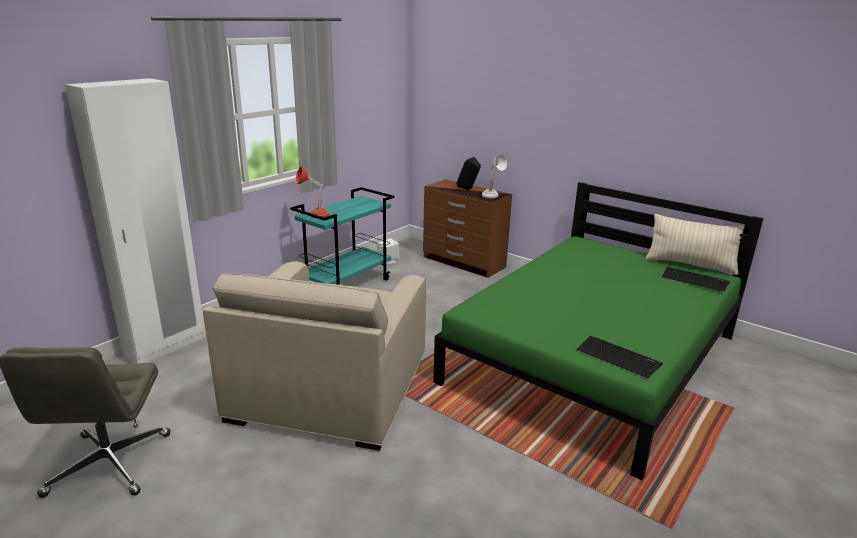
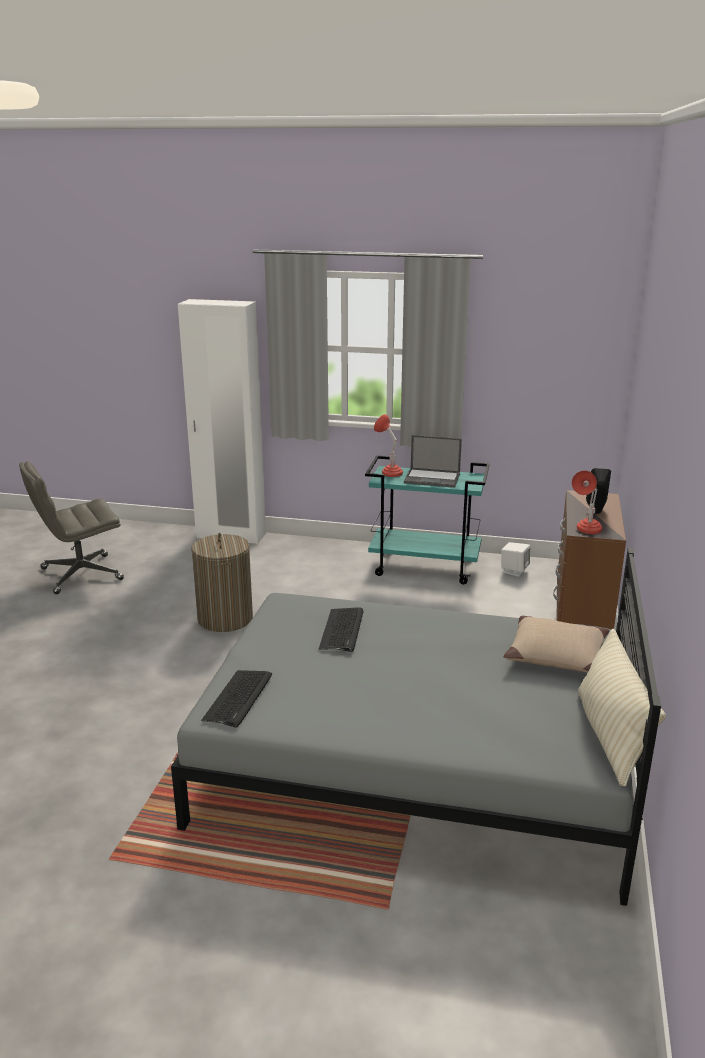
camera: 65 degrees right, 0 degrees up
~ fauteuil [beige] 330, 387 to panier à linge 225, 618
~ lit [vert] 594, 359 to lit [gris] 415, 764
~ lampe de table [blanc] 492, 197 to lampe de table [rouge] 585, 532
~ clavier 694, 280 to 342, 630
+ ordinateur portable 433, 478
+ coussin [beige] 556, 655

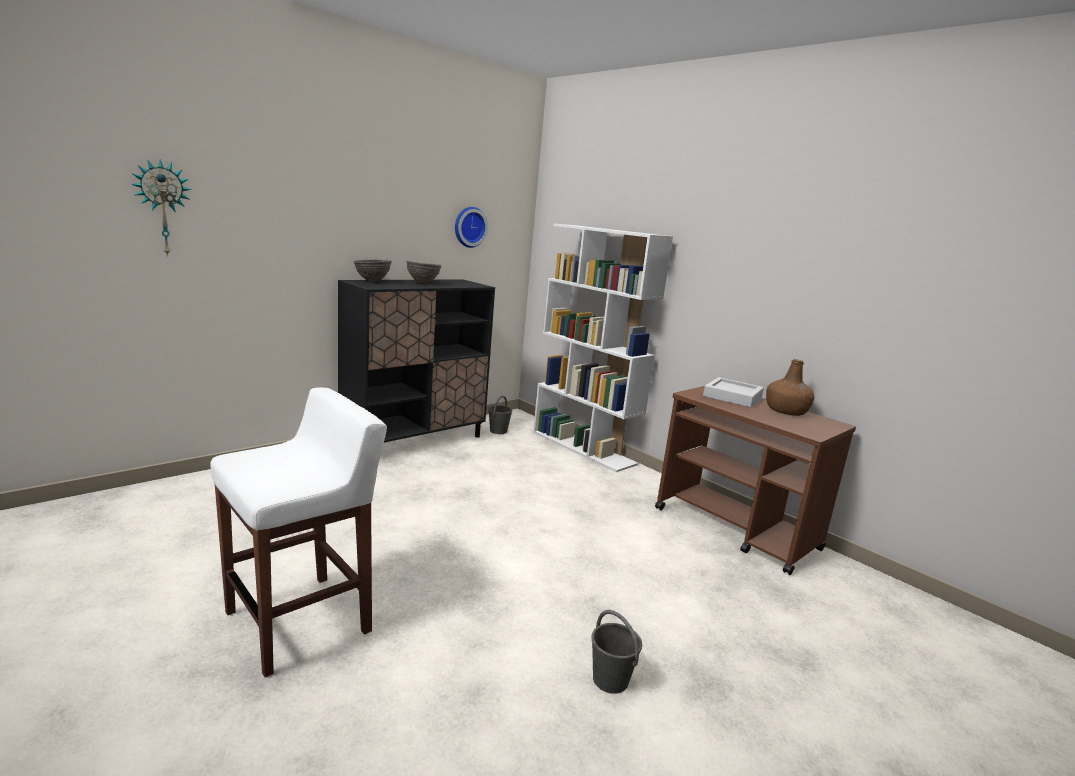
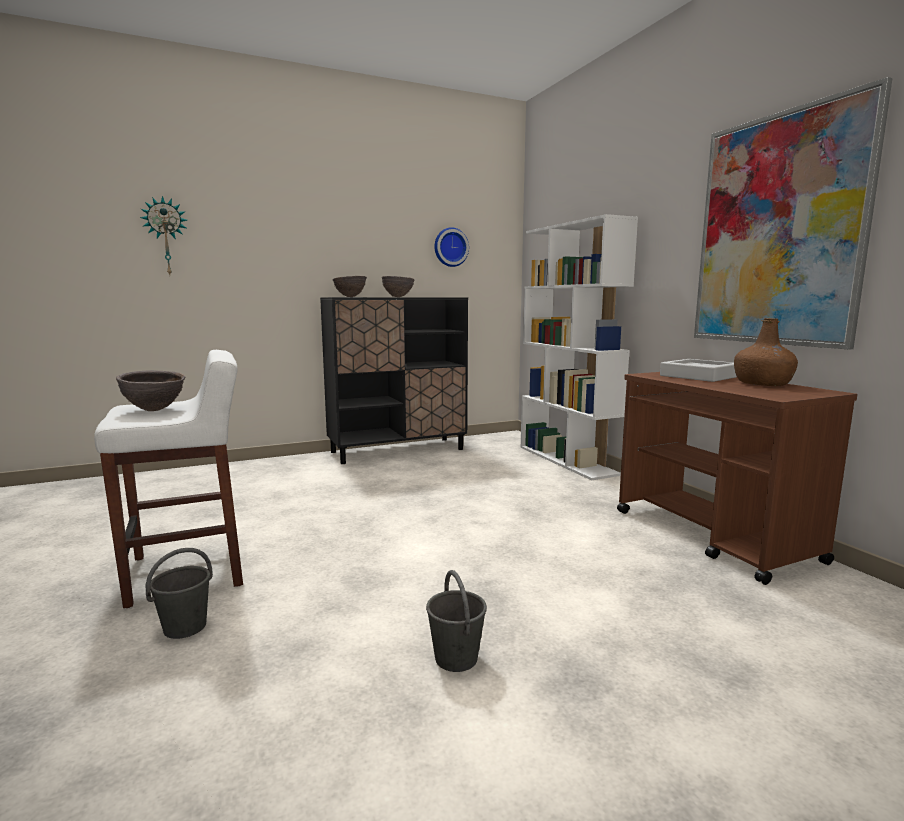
camera: 20 degrees right, 5 degrees down
~ seau [gris] 498, 431 to 184, 627
+ bol [marron] 154, 410
+ tableau 777, 231

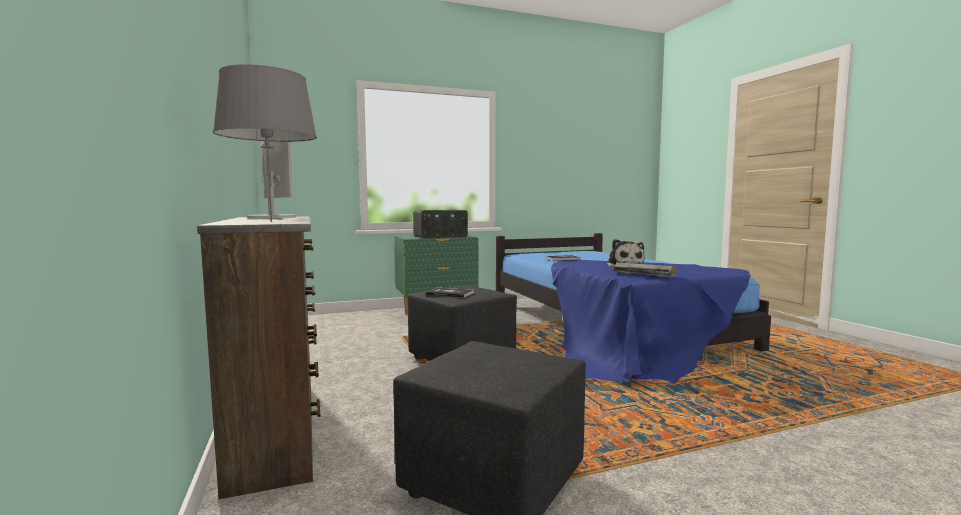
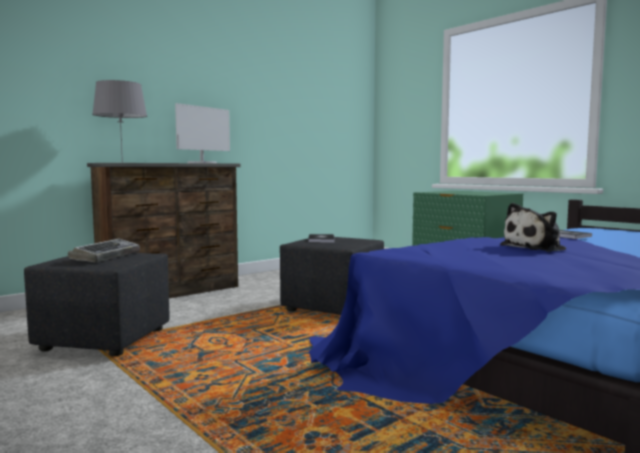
camera: 70 degrees right, 0 degrees up
- radio 440, 236
~ clavier 644, 274 to 106, 256

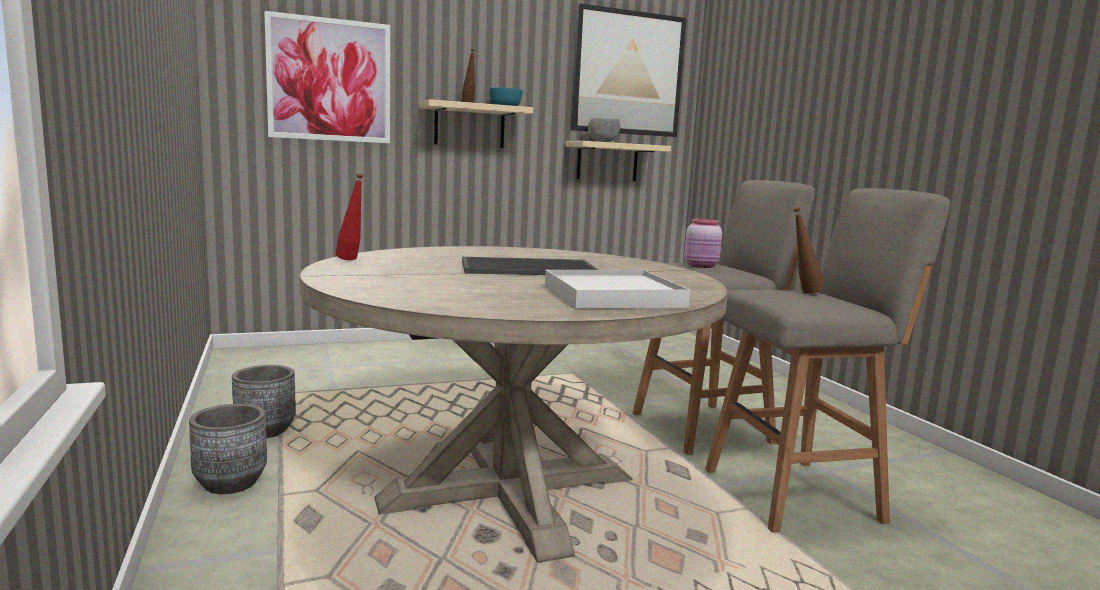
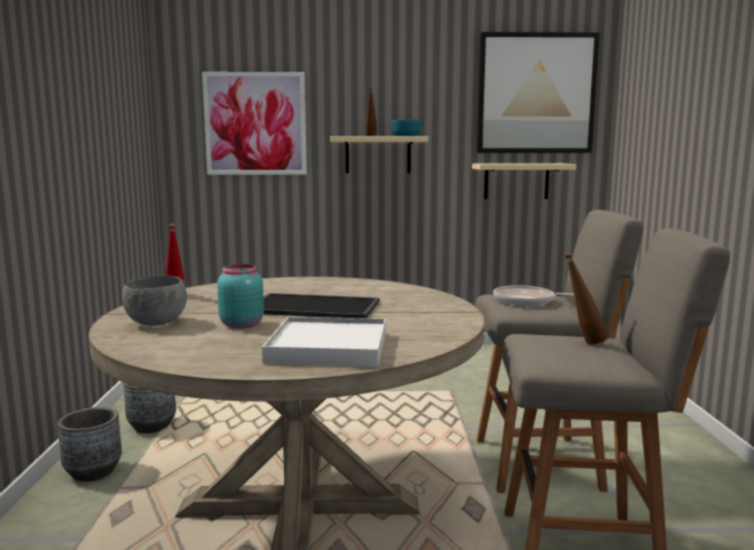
camera: 20 degrees right, 0 degrees up
~ bol [gris] 603, 142 to 157, 323
~ bocal [rose] 702, 266 to poêle 527, 301
+ bocal [turquoise] 242, 324

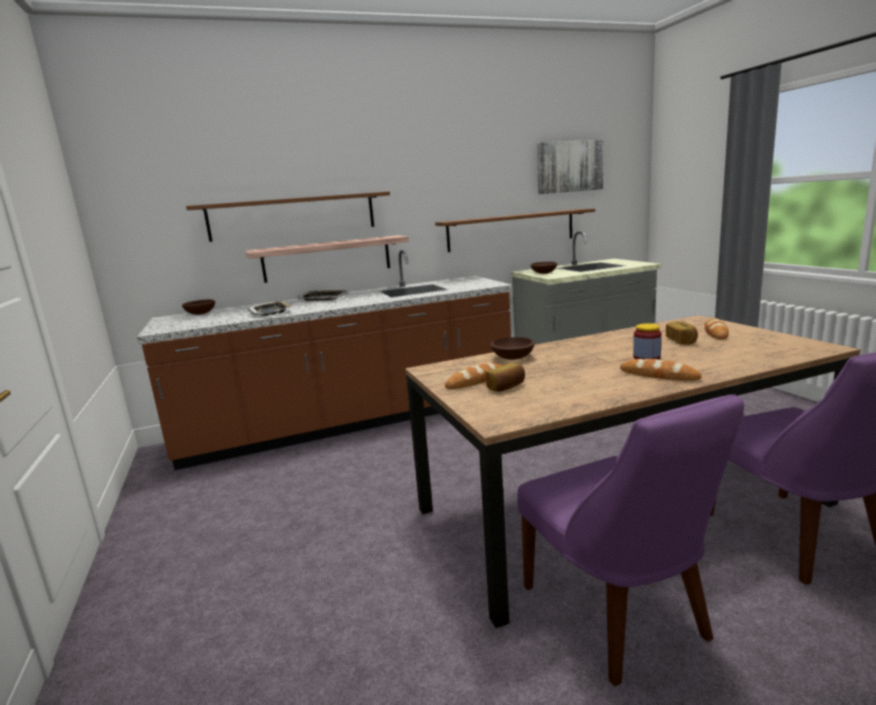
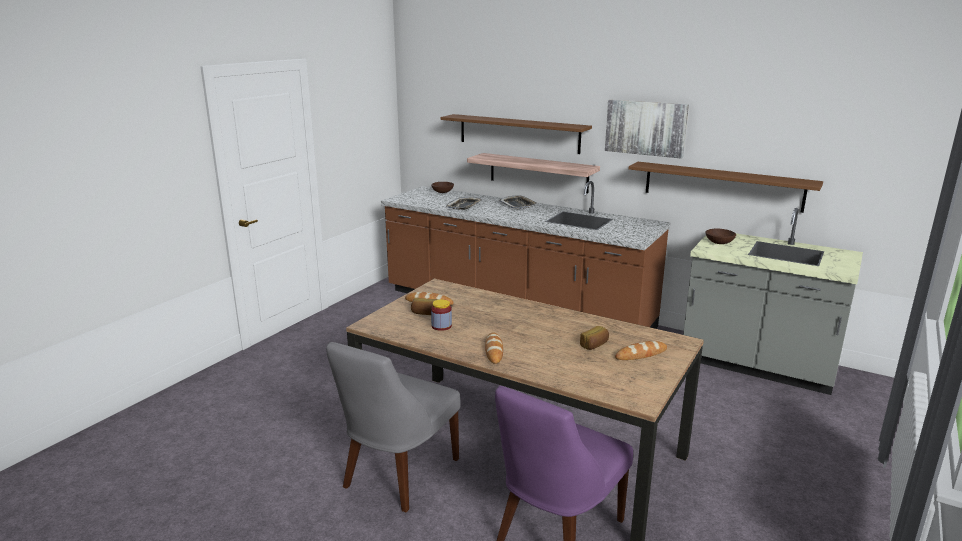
camera: 50 degrees right, 5 degrees up
- bol [marron] 513, 358
~ chaise [violet] 618, 616 to chaise [gris] 397, 475
~ tableau 569, 166 to 645, 128
~ bocal 646, 357 to 441, 326

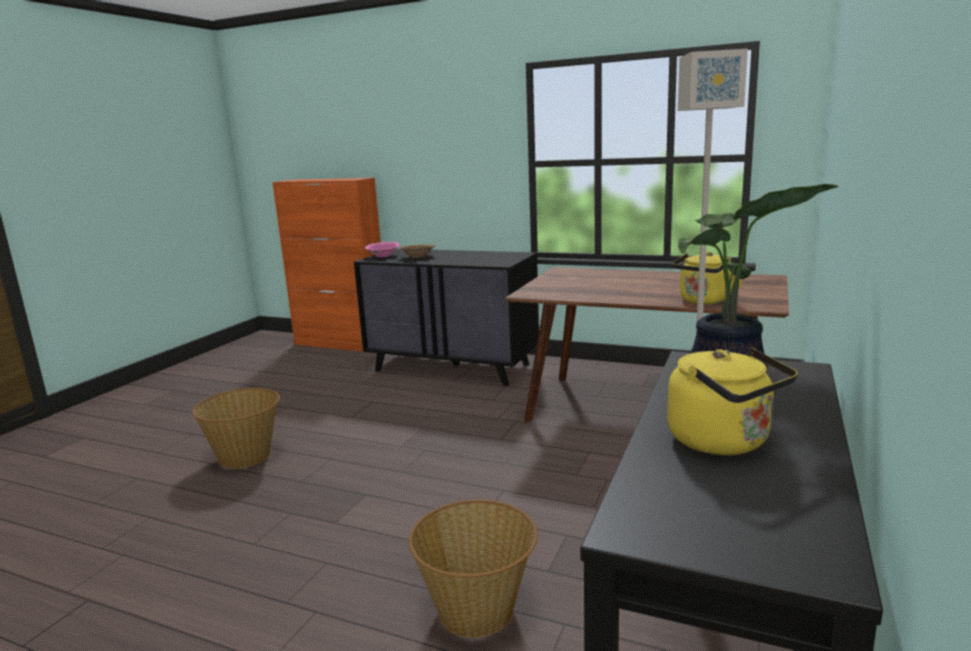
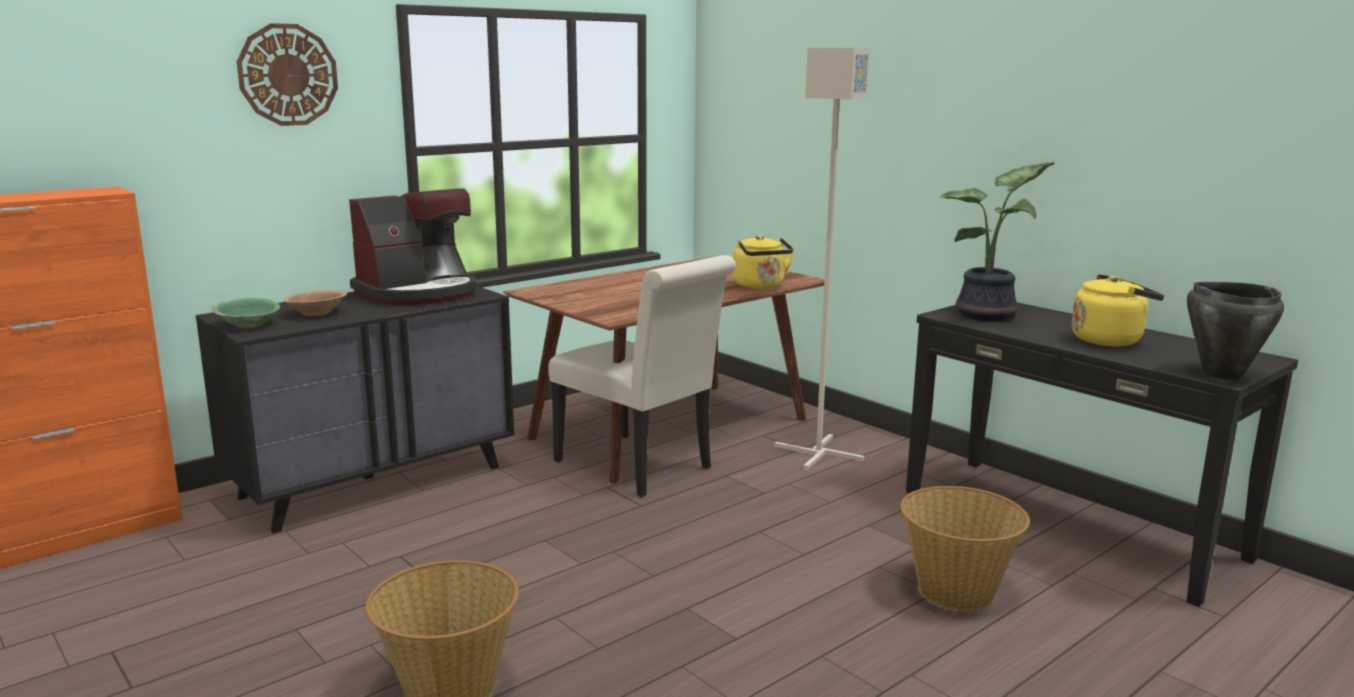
camera: 65 degrees left, 0 degrees up
~ bol [rose] 383, 256 to bol [vert] 248, 325
+ horloge murale 288, 75
+ machine à café 419, 293
+ chaise [blanc] 640, 468
+ marmite [noir] 1221, 375

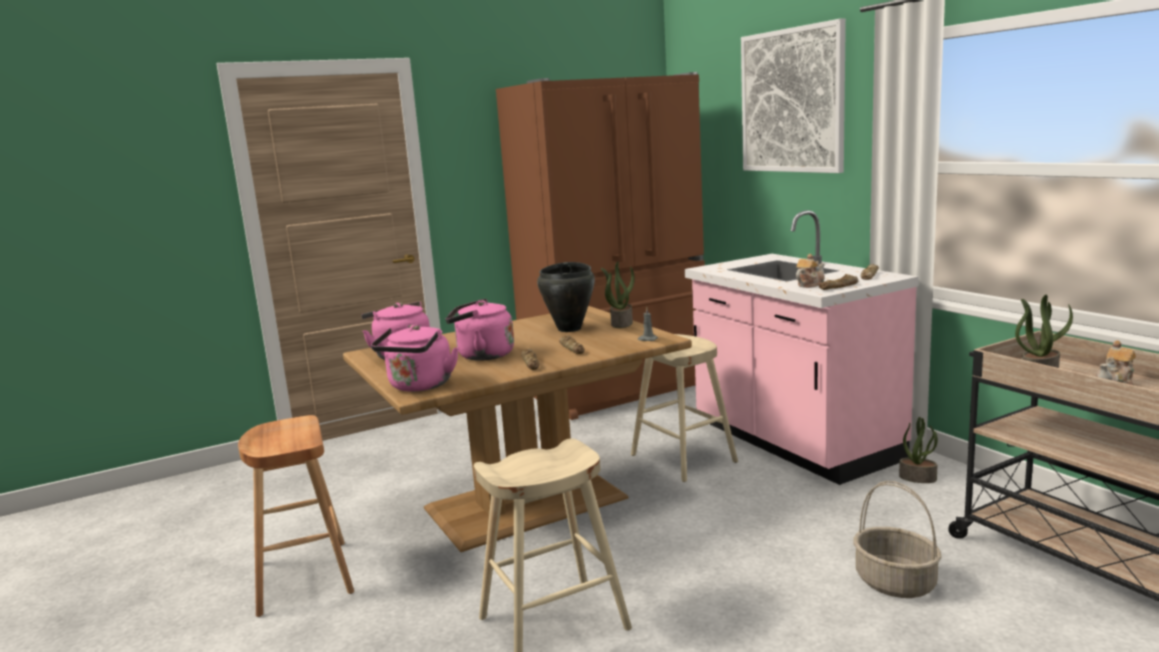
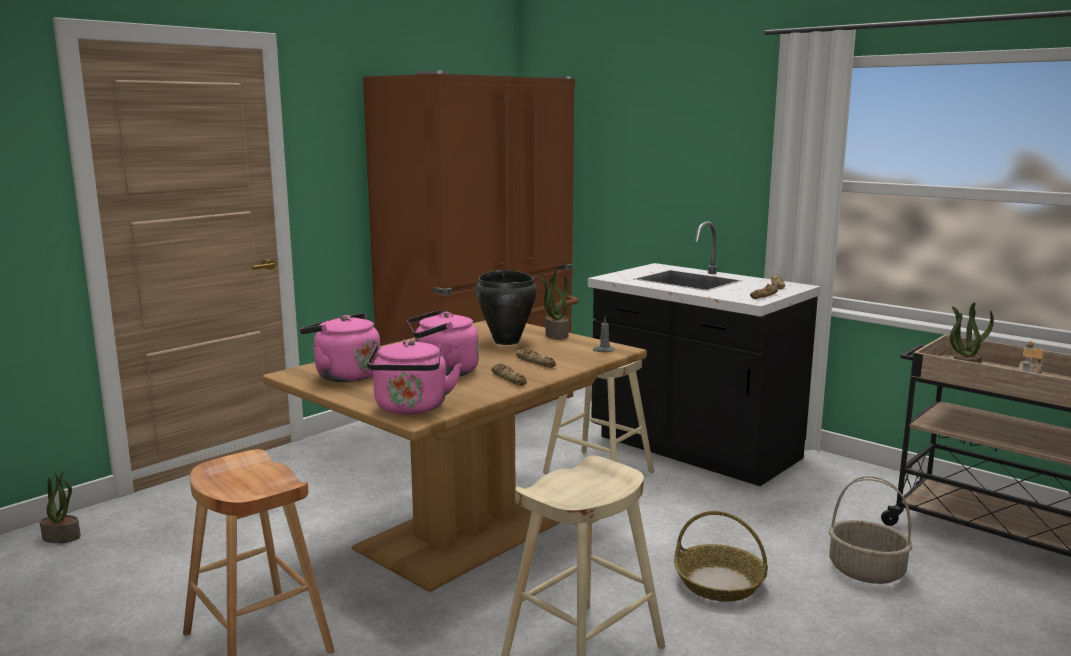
camera: 20 degrees left, 0 degrees up
~ comptoir de cuisine [rose] 793, 443 to comptoir de cuisine [noir] 693, 450
- tableau 792, 101
- théière 809, 284
~ plante en pot 918, 478 to 62, 537
+ panier 718, 583

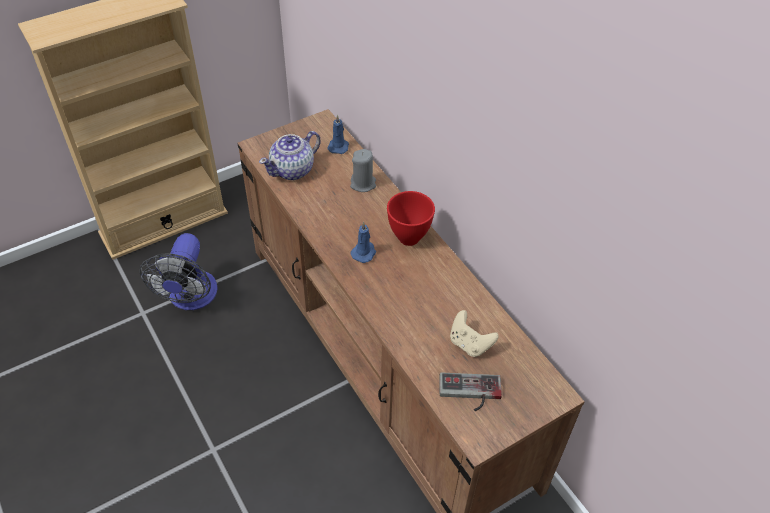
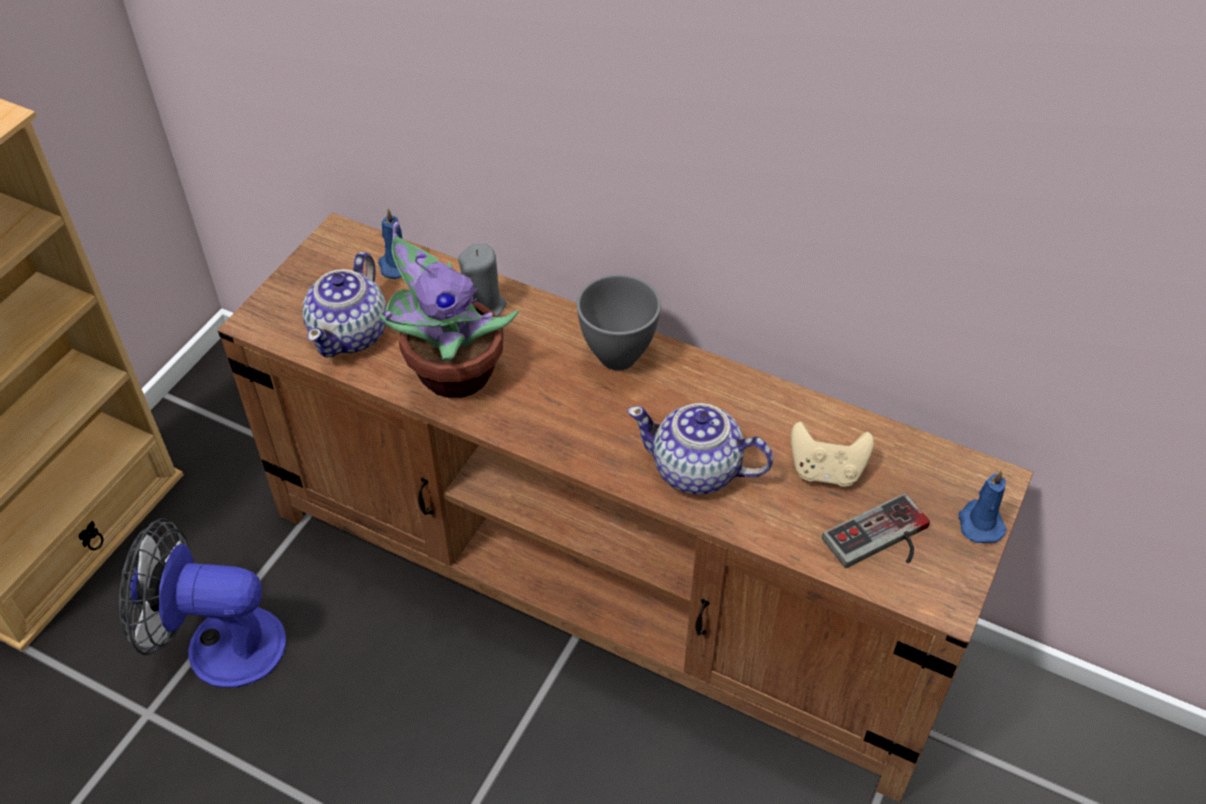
camera: 30 degrees left, 0 degrees up
~ ventilateur 190, 298 = 218, 645 120 degrees clockwise
~ bougie [bleu] 364, 252 to 979, 522
~ bol [rouge] 410, 237 to bol [gris] 618, 355
+ plante en pot 450, 374
+ théière 697, 471

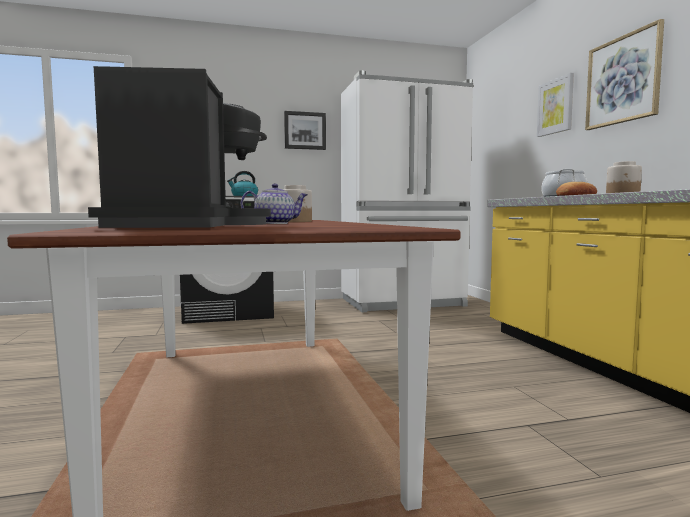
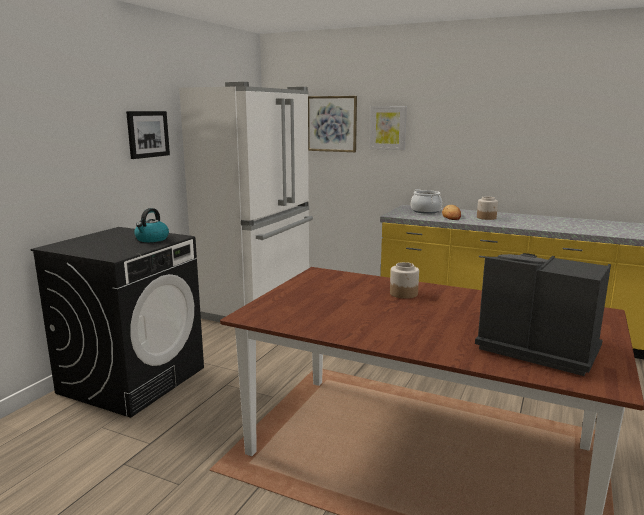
camera: 50 degrees left, 10 degrees up
- théière 275, 223
~ tableau 623, 80 to 331, 124

